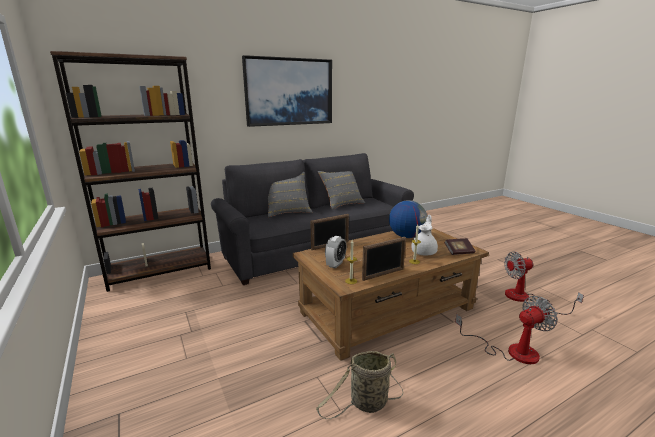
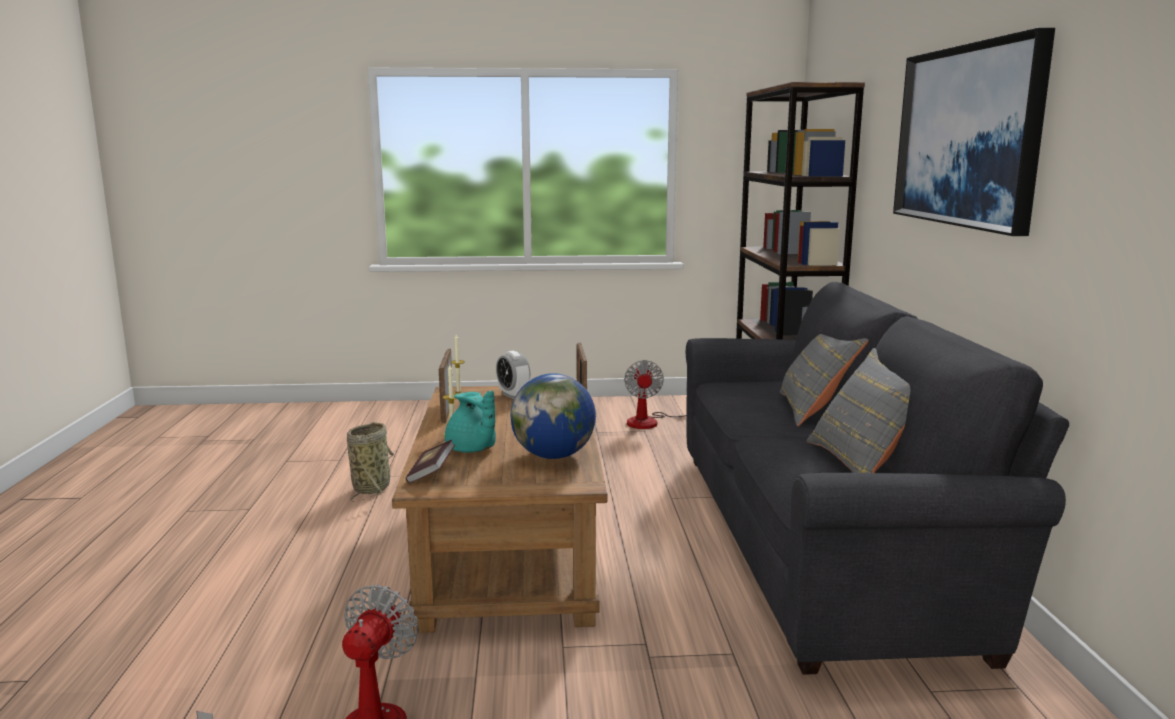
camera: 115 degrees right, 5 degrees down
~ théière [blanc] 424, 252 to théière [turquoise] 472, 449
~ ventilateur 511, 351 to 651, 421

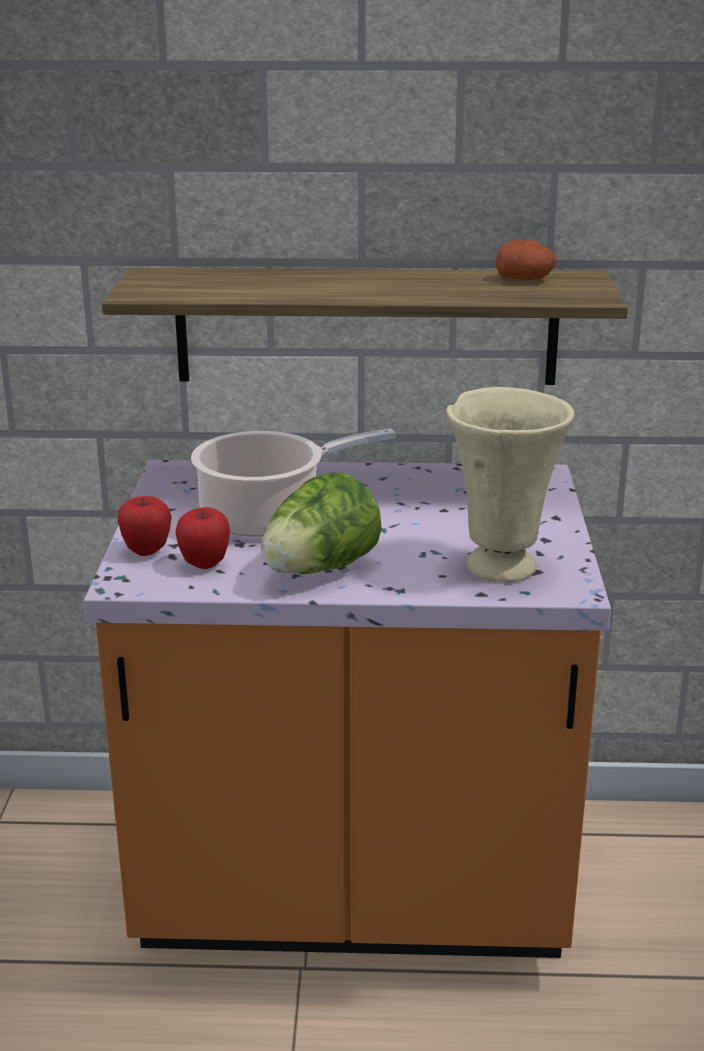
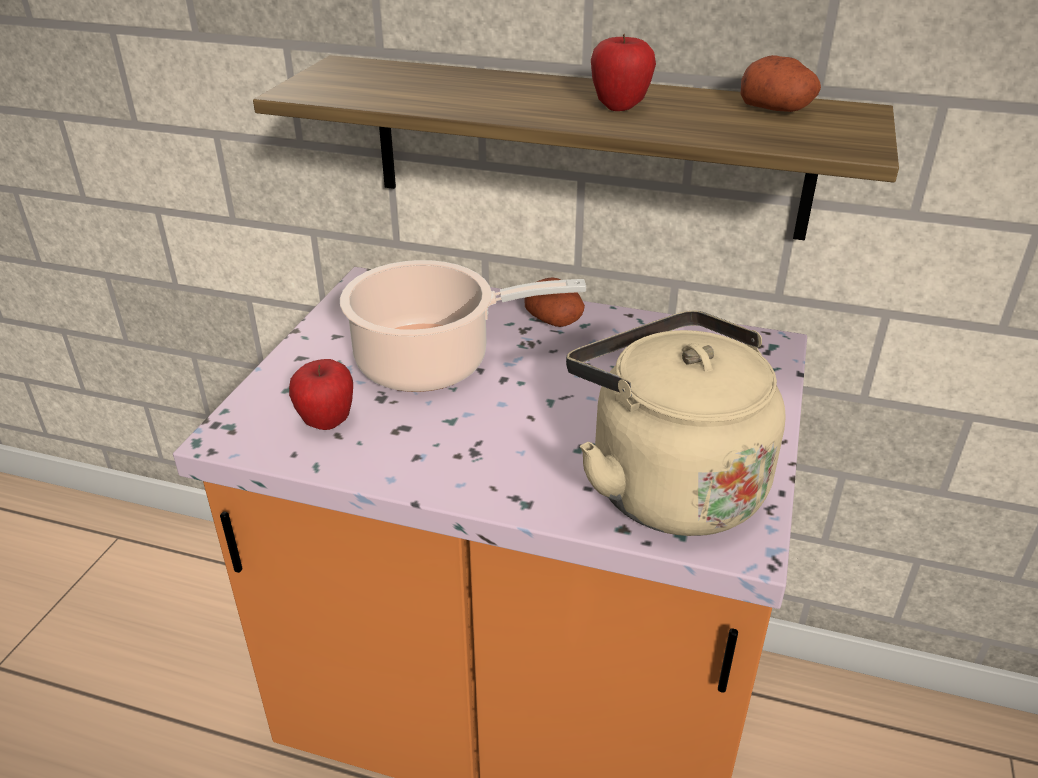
camera: 15 degrees right, 10 degrees up
~ pomme 147, 551 to 620, 107
- laitue 320, 570
~ vase [beige] 501, 565 to bouilloire [beige] 667, 483
+ pomme de terre 556, 320

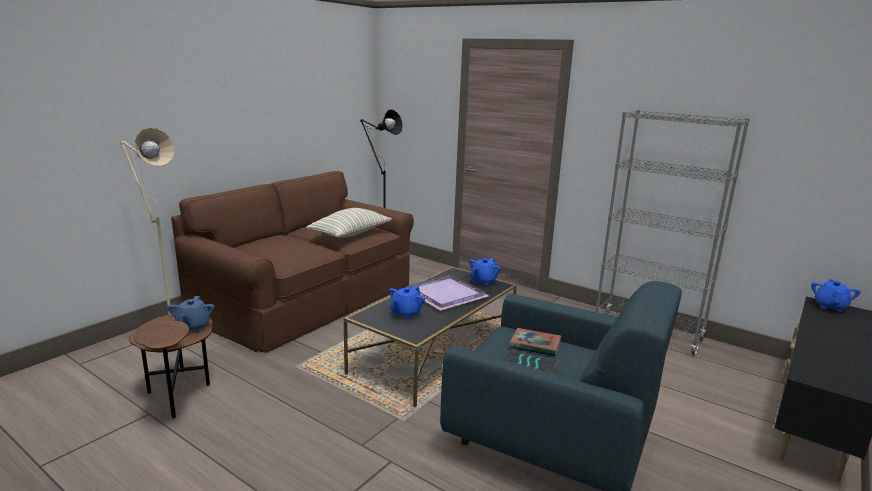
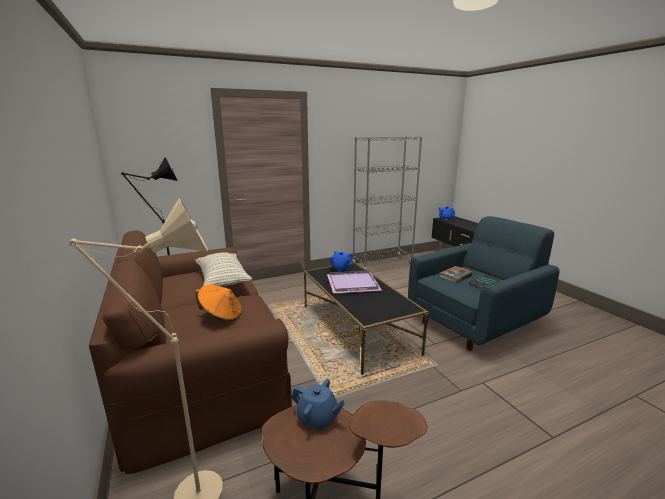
camera: 60 degrees left, 0 degrees up
- théière [bleu] 406, 313
+ chapeau [orange] 221, 315

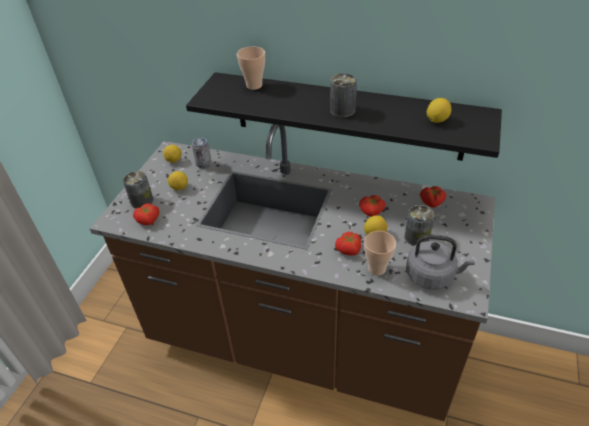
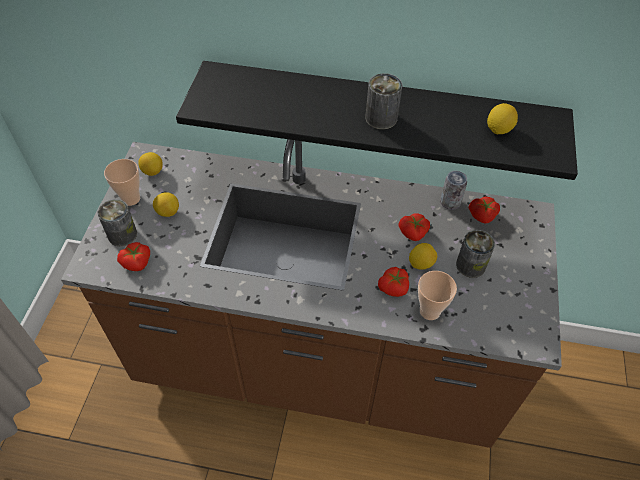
camera: 10 degrees left, 10 degrees up
~ boîte métallique 204, 164 to 450, 202
~ tasse 254, 85 to 131, 198
- bouilloire [gris] 432, 276

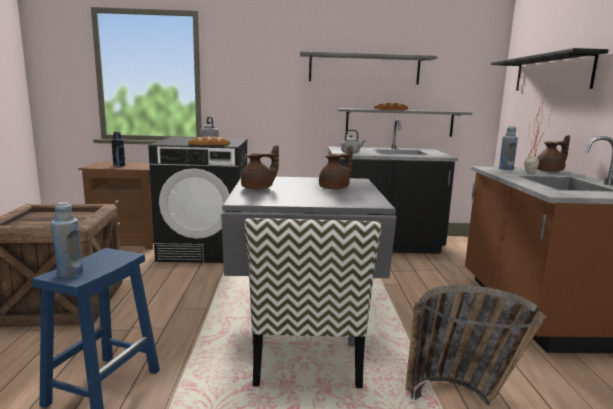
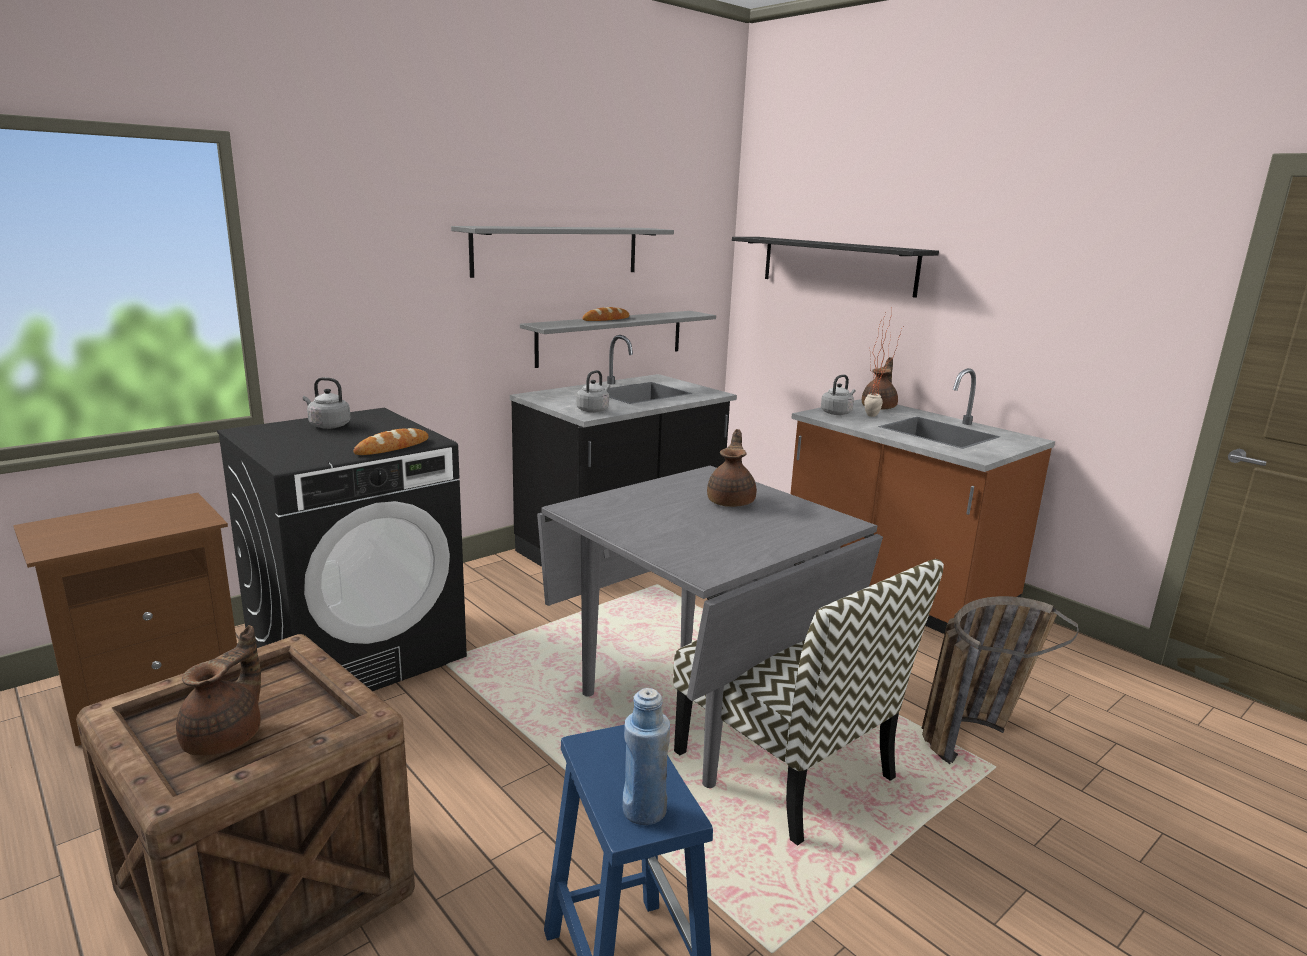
camera: 40 degrees left, 5 degrees up
- bouteille [noir] 119, 166
~ théière [marron] 259, 188 to 226, 737
~ bouteille [bleu] 506, 169 to bouilloire [gris] 837, 413

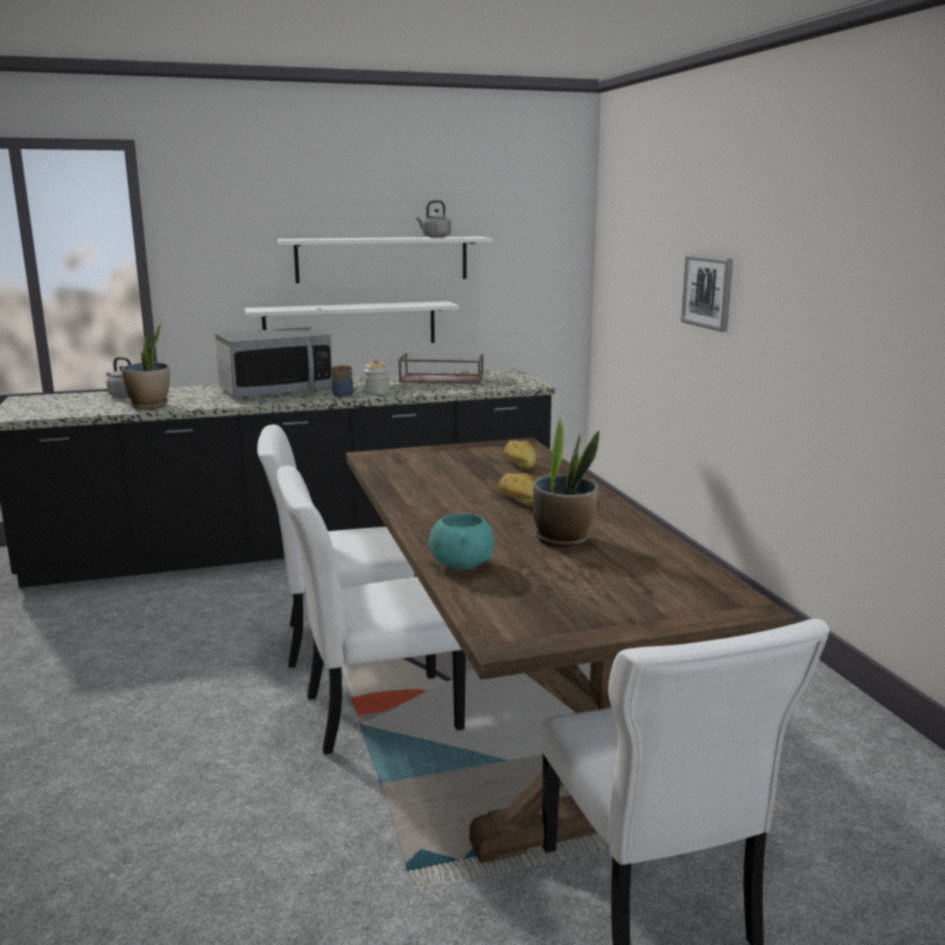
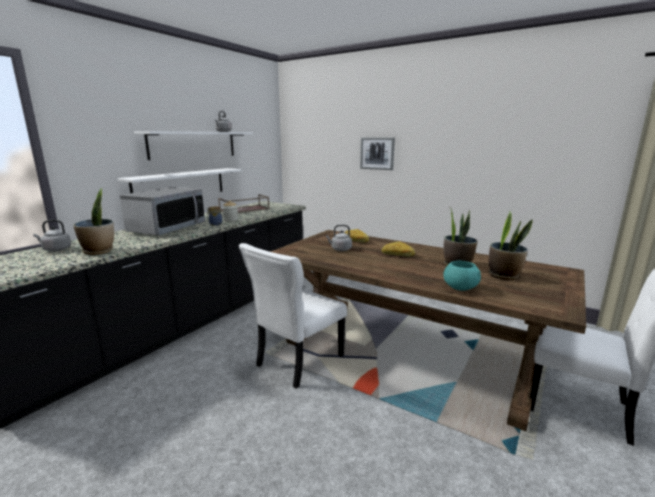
camera: 40 degrees left, 0 degrees up
- chaise [blanc] 375, 713
+ bouilloire [gris] 340, 249
+ plante en pot 504, 275

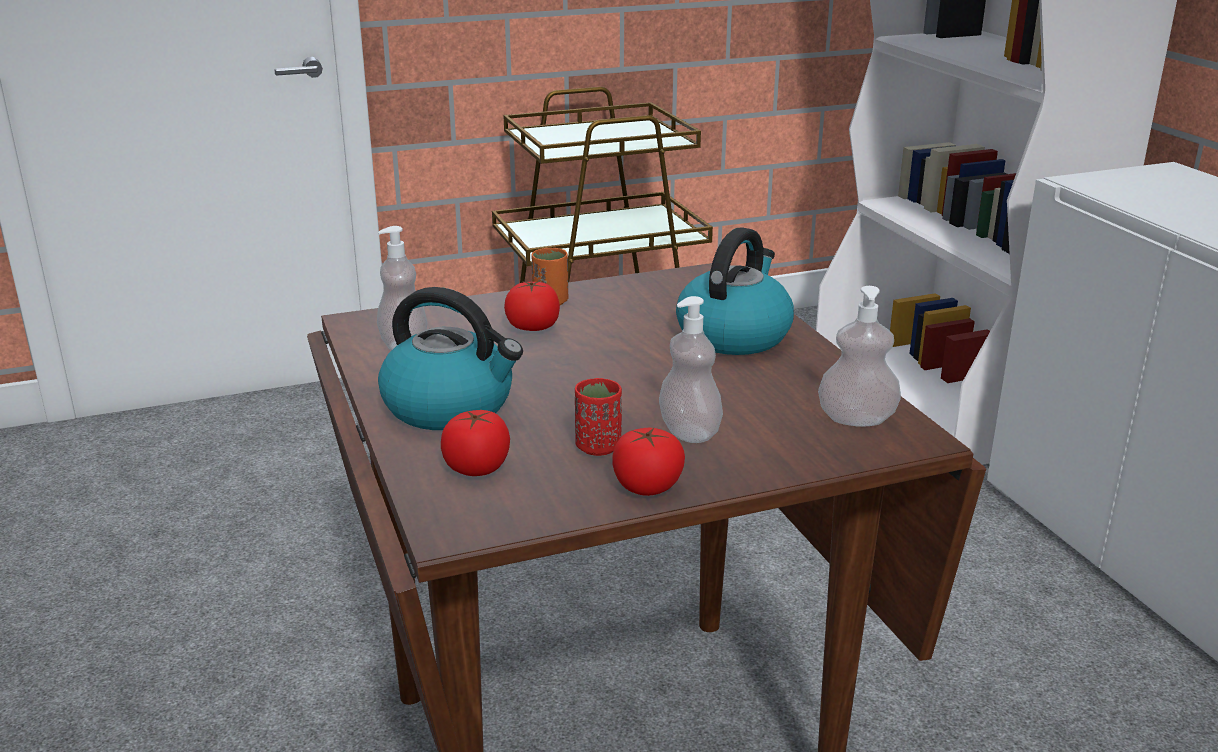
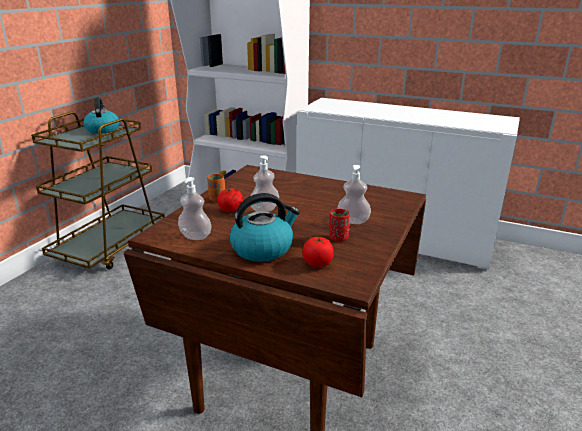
camera: 45 degrees left, 0 degrees up
- tomate 647, 486
~ bouilloire 734, 335 to 102, 129
~ distributeur de savon 856, 419 to 264, 209

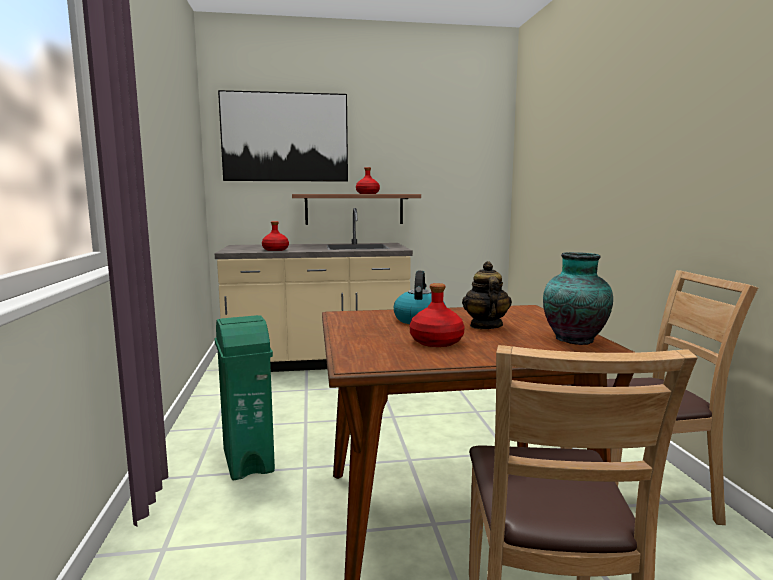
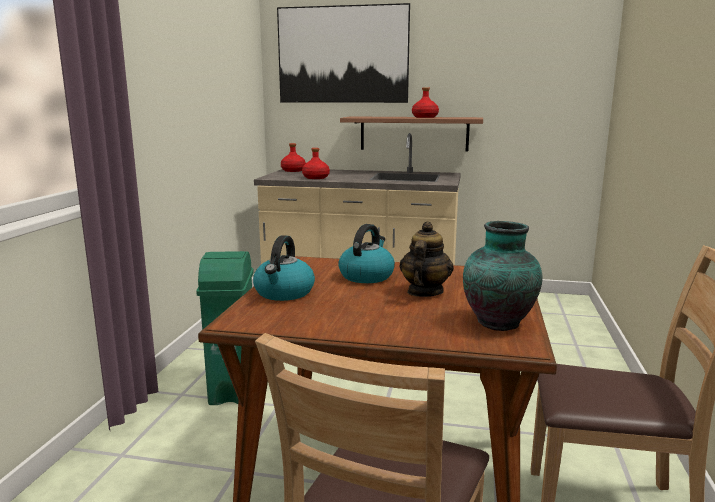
camera: 20 degrees right, 5 degrees up
~ bouteille [rouge] 436, 342 to 293, 170
+ bouilloire 284, 293

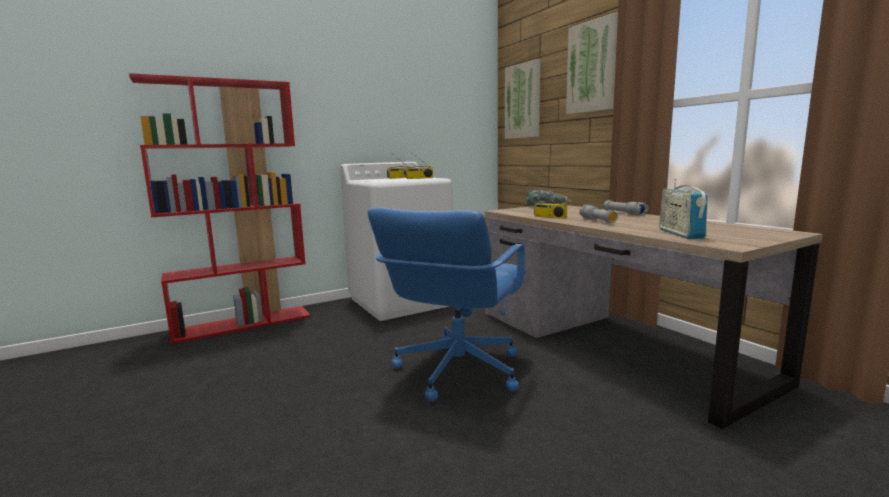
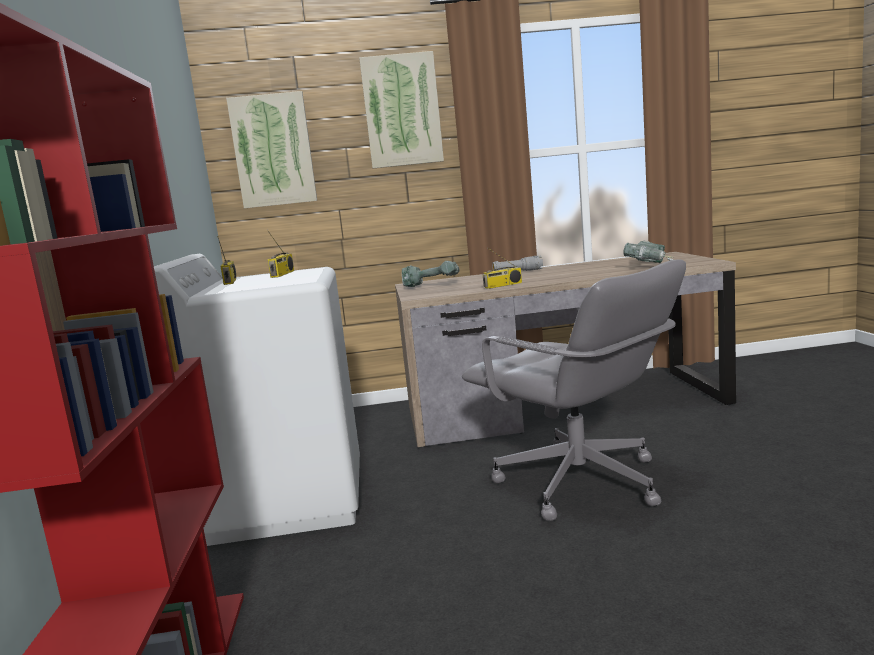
camera: 65 degrees left, 0 degrees up
~ chaise de bureau [bleu] 457, 371 to chaise de bureau [gris] 580, 484
- lampe de poche [gris] 597, 221
~ radio 680, 234 to perceuse 651, 266

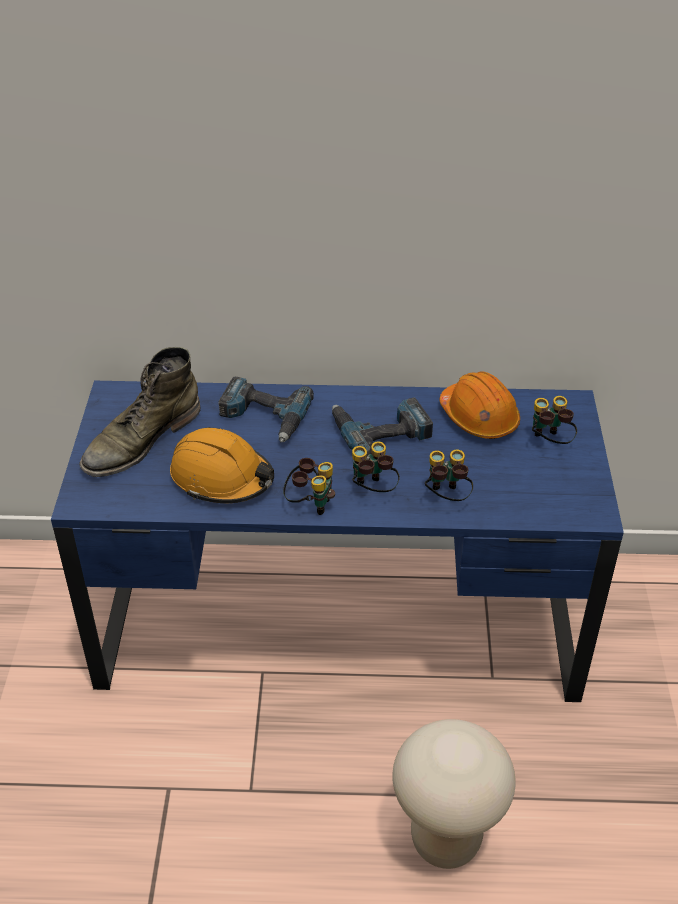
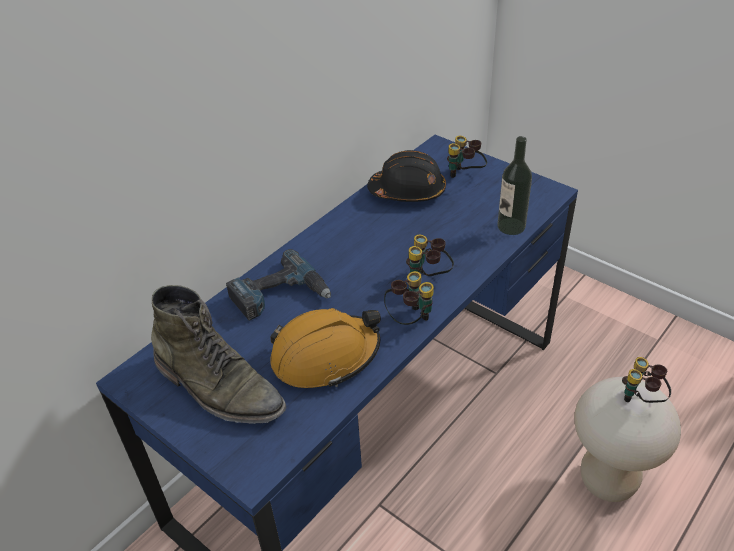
camera: 50 degrees left, 0 degrees up
~ botte [vert] 141, 440 = 219, 387 45 degrees counterclockwise
- perceuse 380, 430
~ jumelles 446, 497 to 641, 400
~ casque de chantier [orange] 479, 418 to casque de chantier [noir] 408, 191
+ bouteille 511, 226

